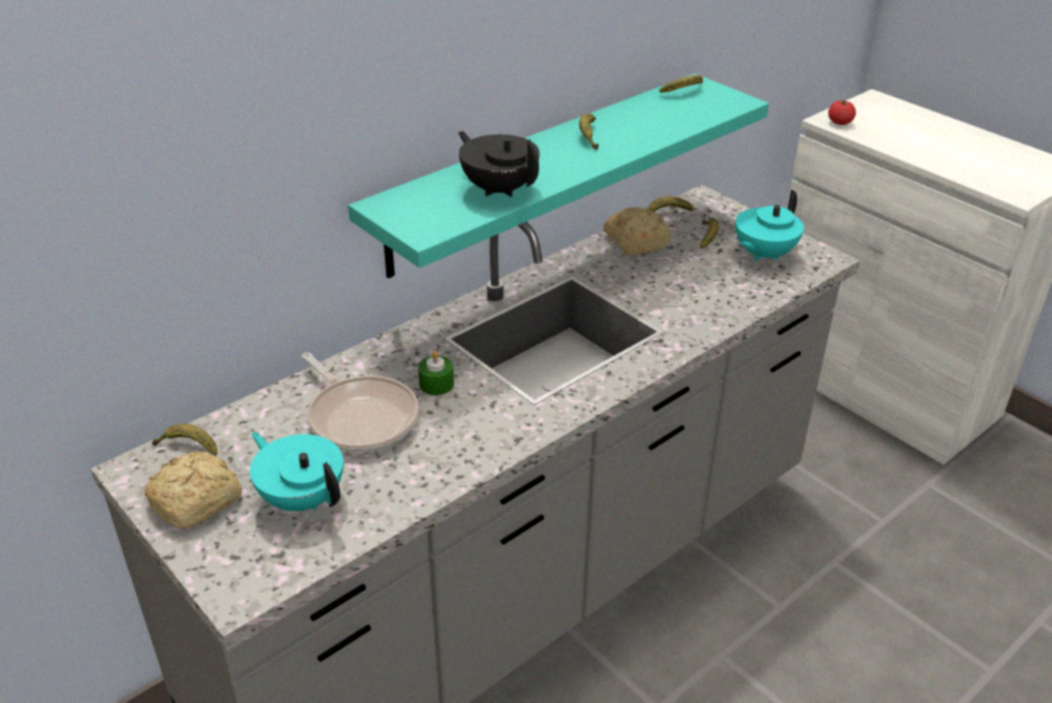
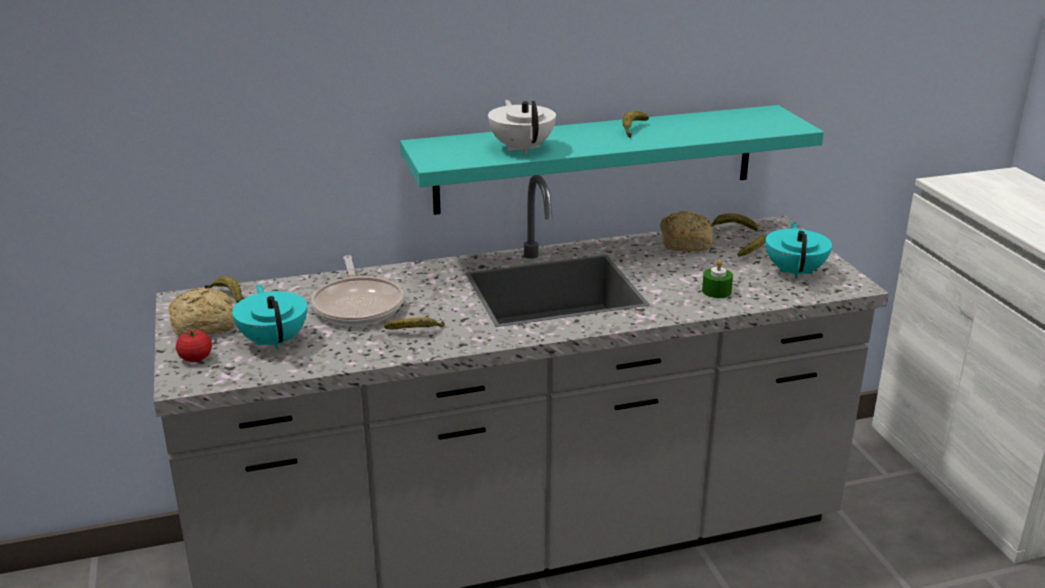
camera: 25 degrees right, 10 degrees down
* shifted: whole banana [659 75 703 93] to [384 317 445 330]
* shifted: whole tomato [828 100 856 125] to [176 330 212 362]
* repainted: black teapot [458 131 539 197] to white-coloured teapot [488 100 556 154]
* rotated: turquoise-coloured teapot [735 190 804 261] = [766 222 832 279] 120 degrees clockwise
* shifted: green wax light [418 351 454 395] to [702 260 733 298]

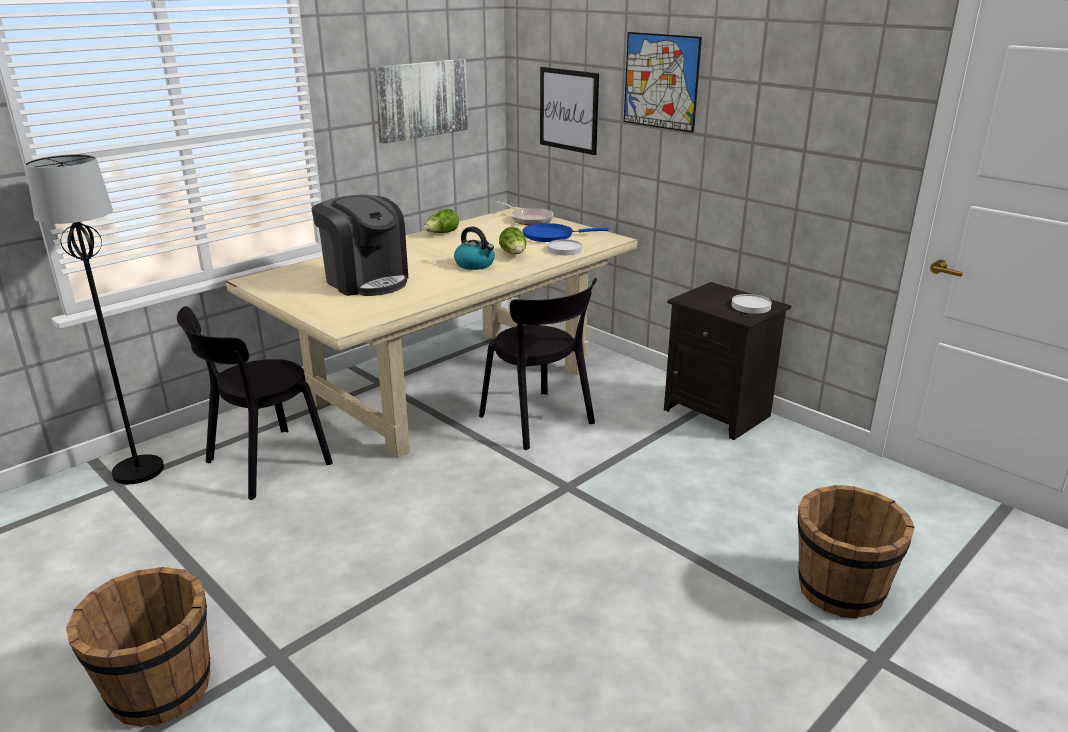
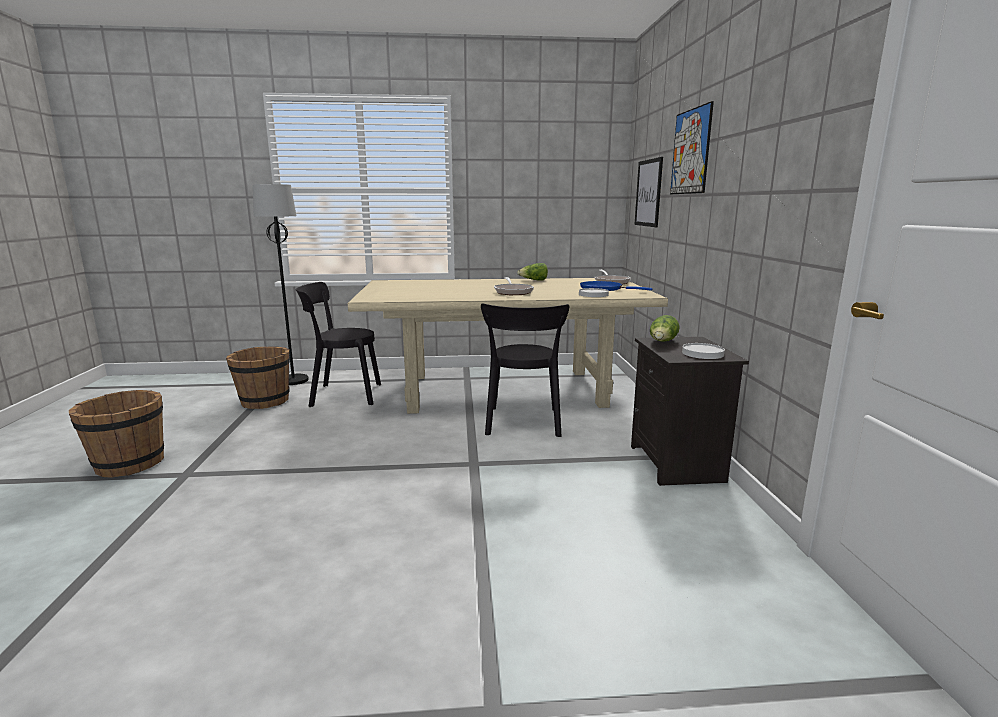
camera: 40 degrees right, 10 degrees down
* gone: wall art [374 59 468 144]
* gone: coffee machine [312 194 408 296]
* swapped: water kettle [454 226 495 270] to skillet [494 277 534 295]
* shifted: lettuce head [499 227 527 254] to [650 315 680 342]
* shifted: brownish bucket [798 485 915 618] to [226 347 290 409]

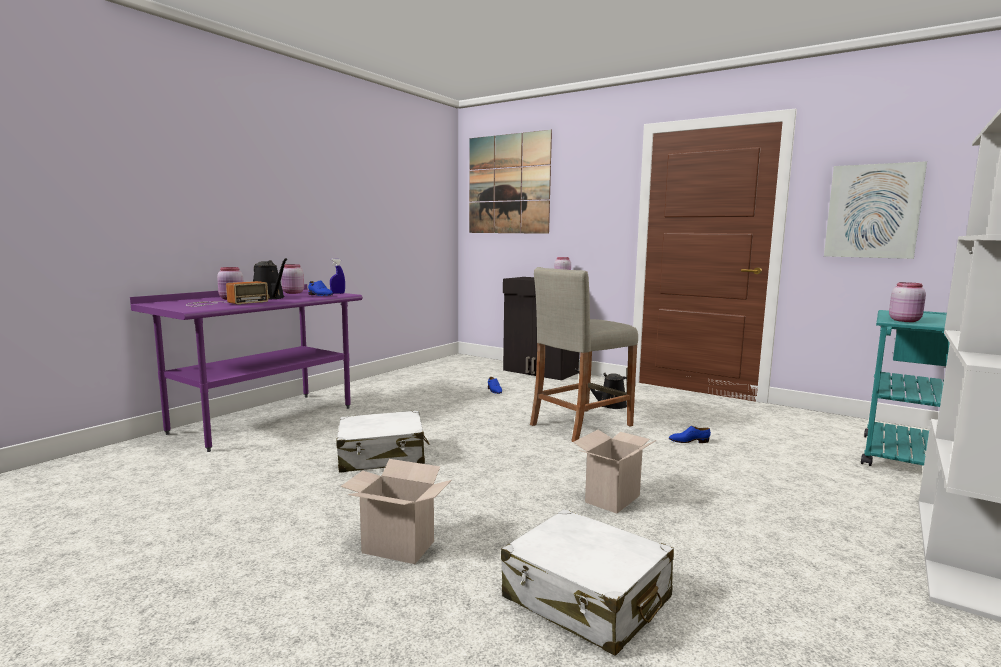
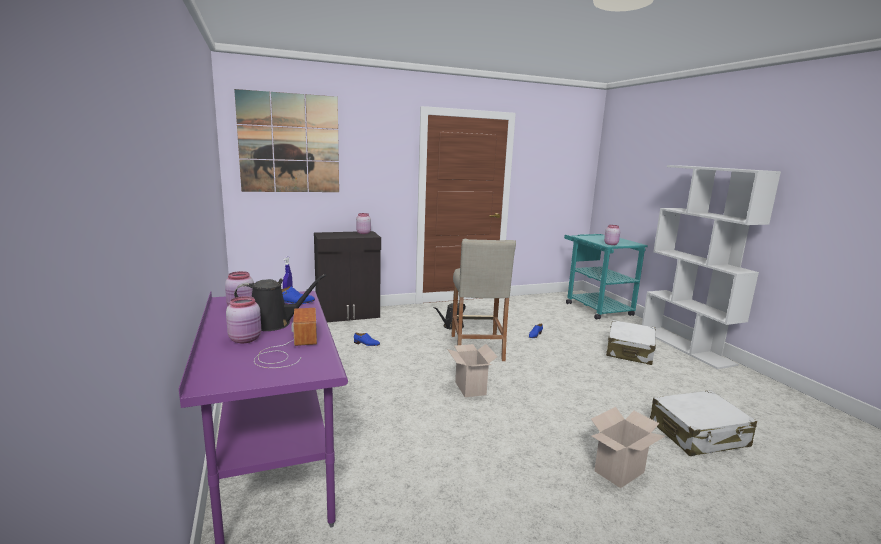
camera: 55 degrees left, 5 degrees up
* gone: wall art [824 161 927 259]
* shifted: white-coloured suitcase [336 410 429 473] to [606 320 656 365]
* shifted: carton [573 430 657 514] to [447 344 498 397]

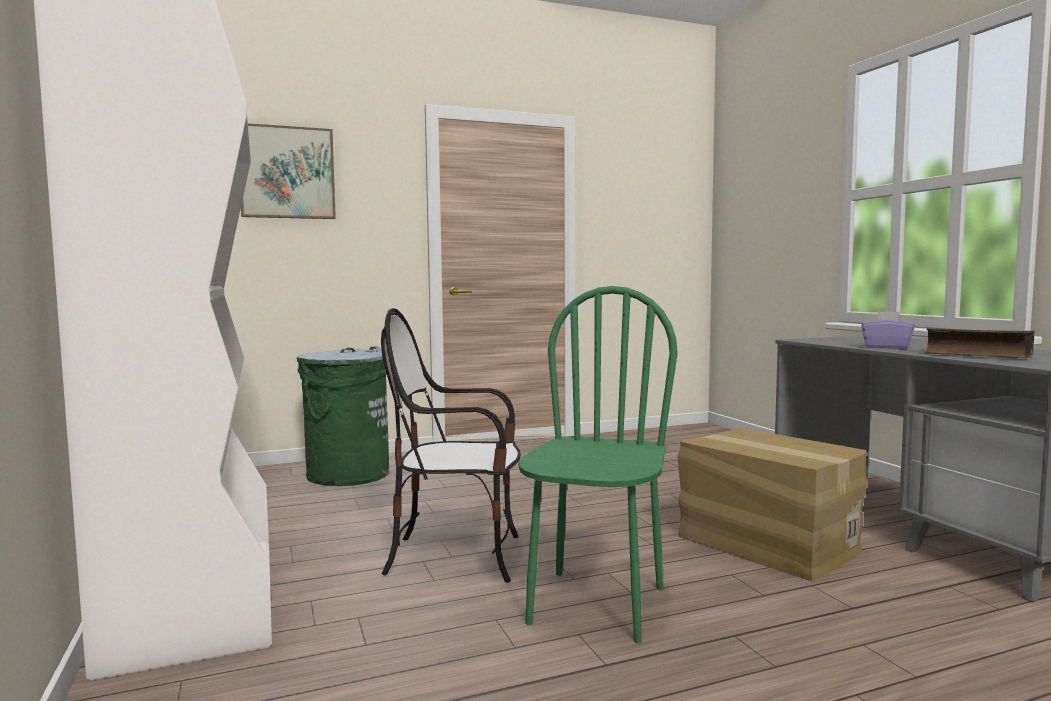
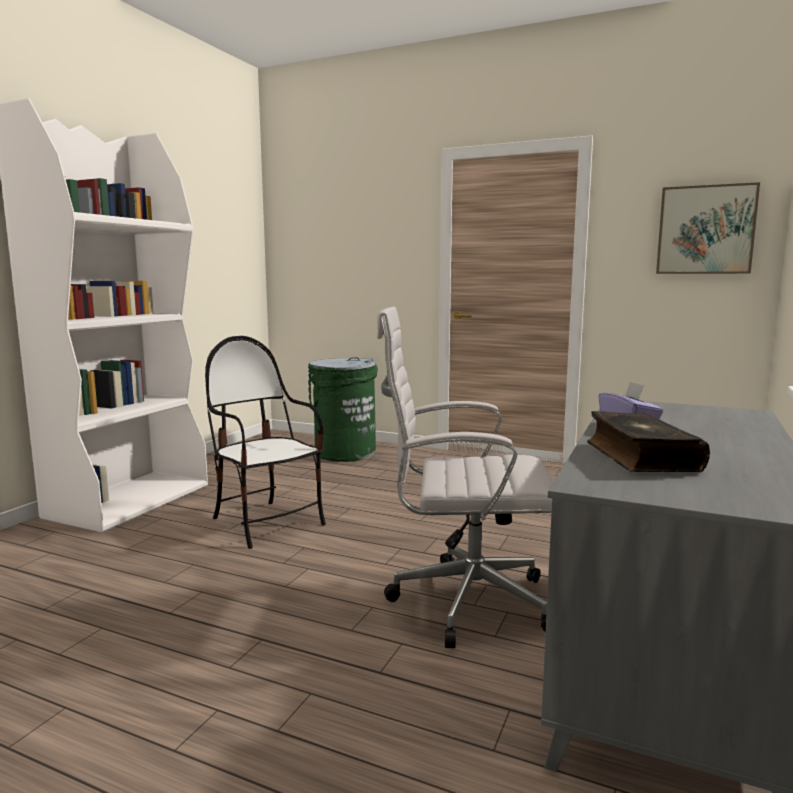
camera: 45 degrees right, 5 degrees up
* shifted: wall art [241 123 336 219] to [656 182 760 274]
* gone: green chair [518 286 678 643]
* swapped: carton [678 427 867 581] to white-coloured computer chair [377 307 553 648]

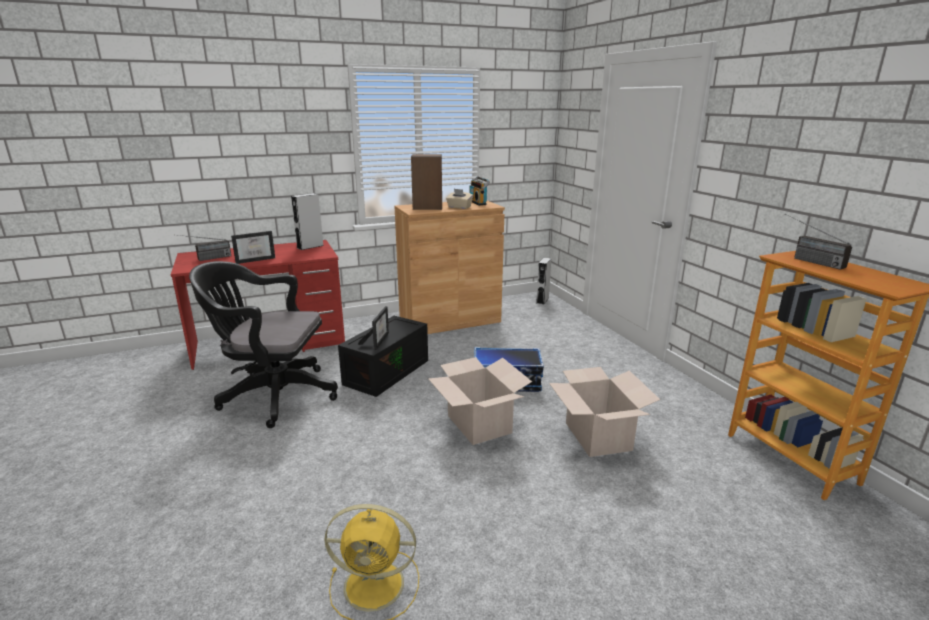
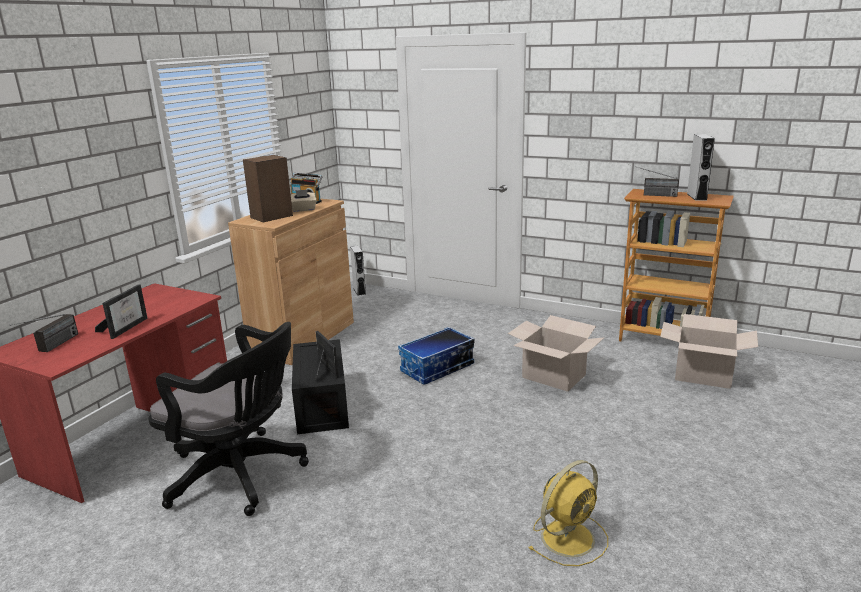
camera: 40 degrees left, 0 degrees up
* shifted: greyish loudspeaker [291 193 324 250] to [687 134 715 201]
* rotated: black computer chair [189 261 338 428] = [148 322 309 516] 120 degrees counterclockwise
* shifted: carton [428 357 532 445] to [660 314 758 389]

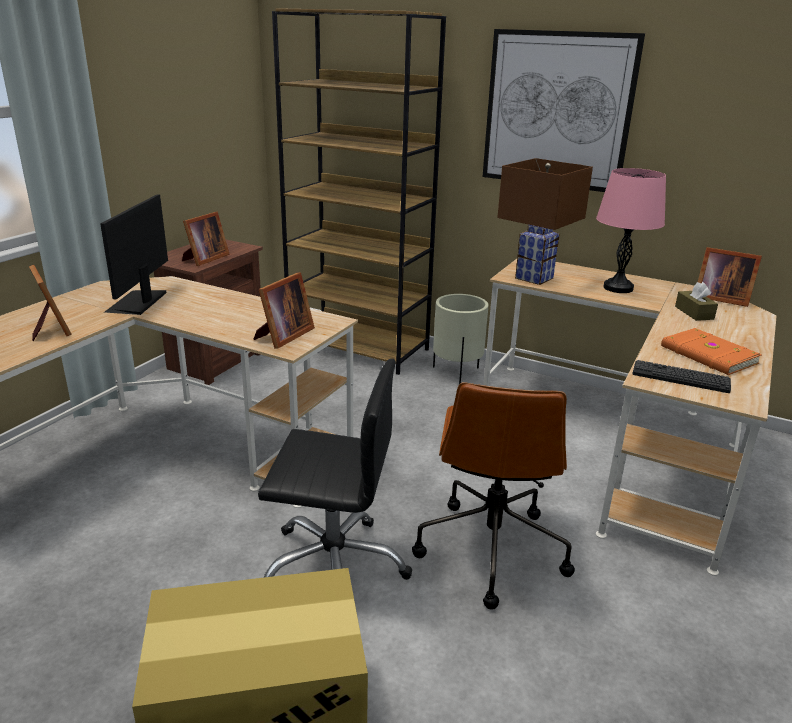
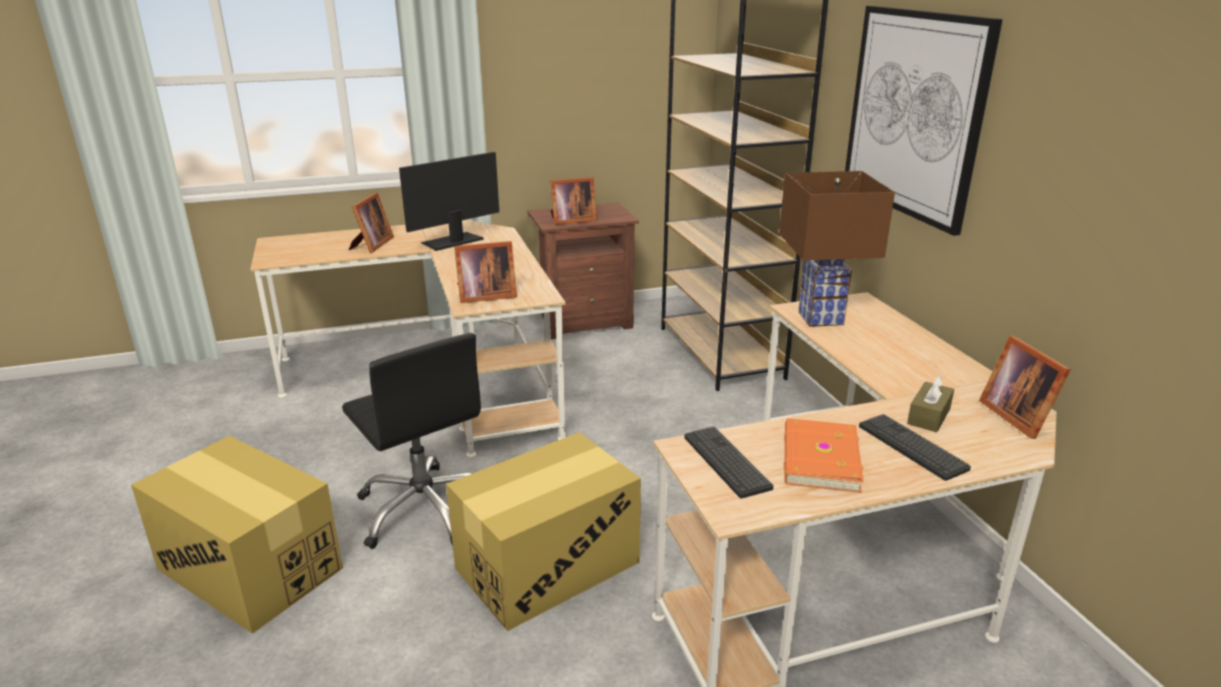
camera: 45 degrees right, 0 degrees up
* gone: pink table lamp [596 168 666 293]
* gone: beige planter [433 294 489 384]
* swapped: brownish computer chair [412 382 575 610] to carton [446 432 641 631]
* new: PC keyboard [859 414 971 481]

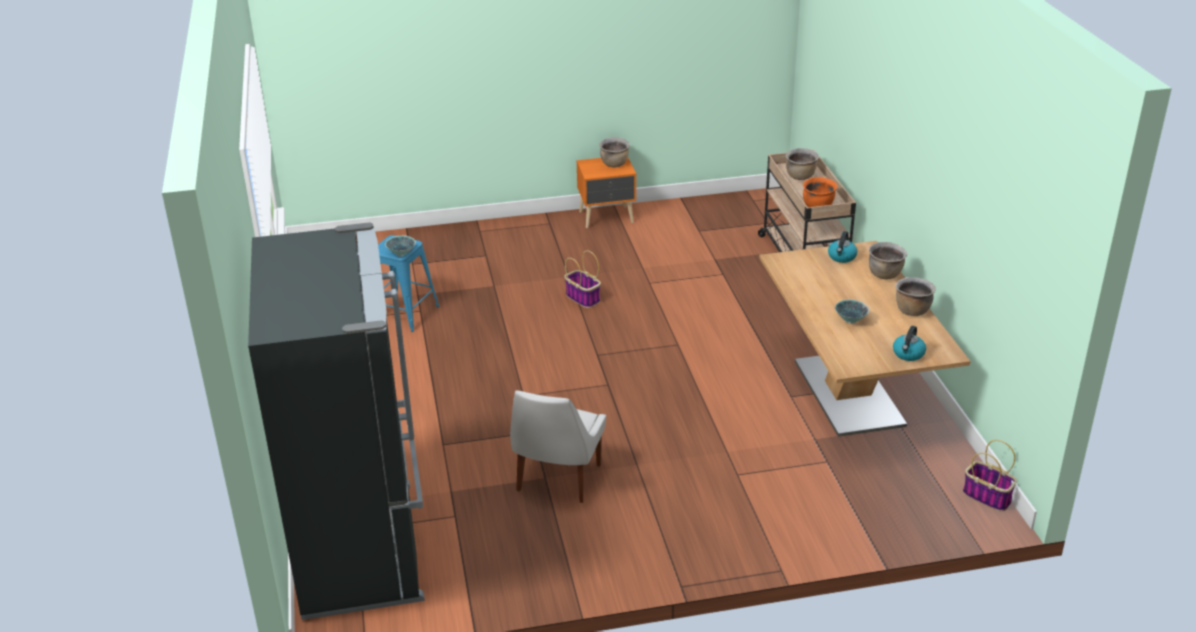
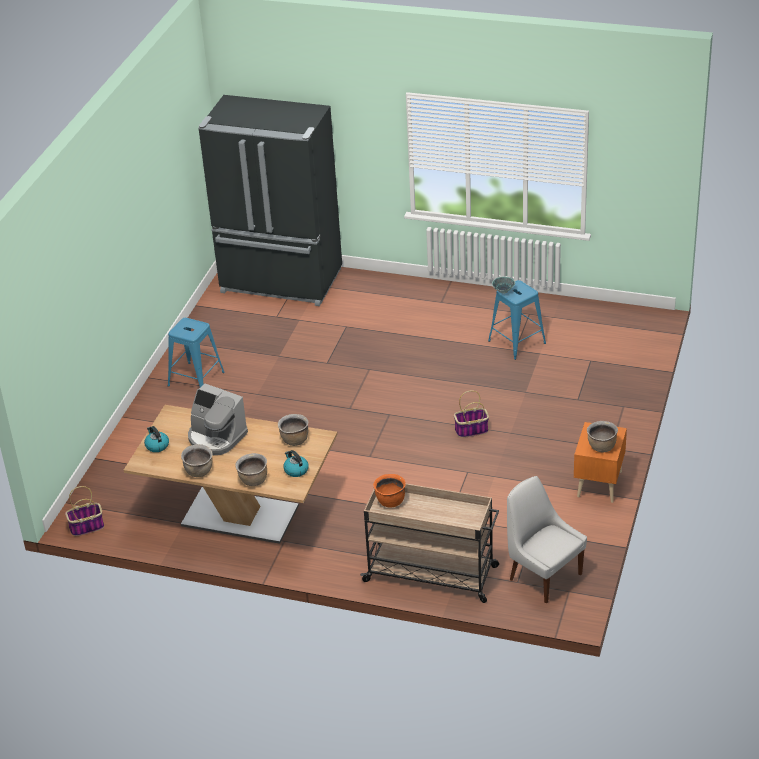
camera: 120 degrees right, 5 degrees up
* shifted: brownish cooking pot [786 148 819 180] to [278 414 308 446]
* swapped: bowl [835 300 869 324] to coffee machine [188 384 248 455]
* shifted: white-coloured chair [510 390 606 503] to [507 476 587 604]
* new: bluish stool [168 318 225 387]

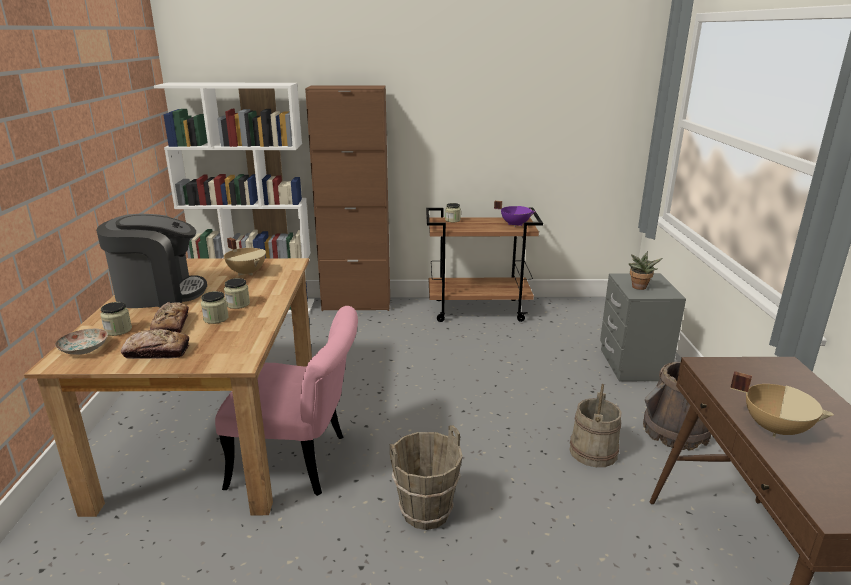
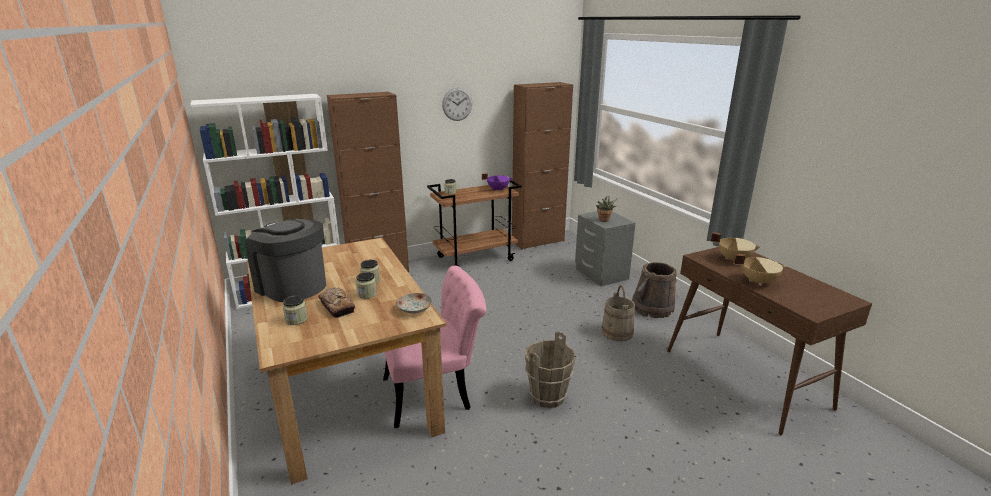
camera: 25 degrees left, 0 degrees up
* rotated: coffee machine [96 214 207 308] = [245 219 326 302] 105 degrees counterclockwise
* shifted: beige cooking pot [224 237 266 276] to [711 232 761 261]
* shifted: plate [55 329 108 355] to [396 293 432 314]
* gone: bakery bread [121 329 189 359]
* new: brownish cupboard [512 82 573 250]
* new: wall clock [442 88 472 121]

